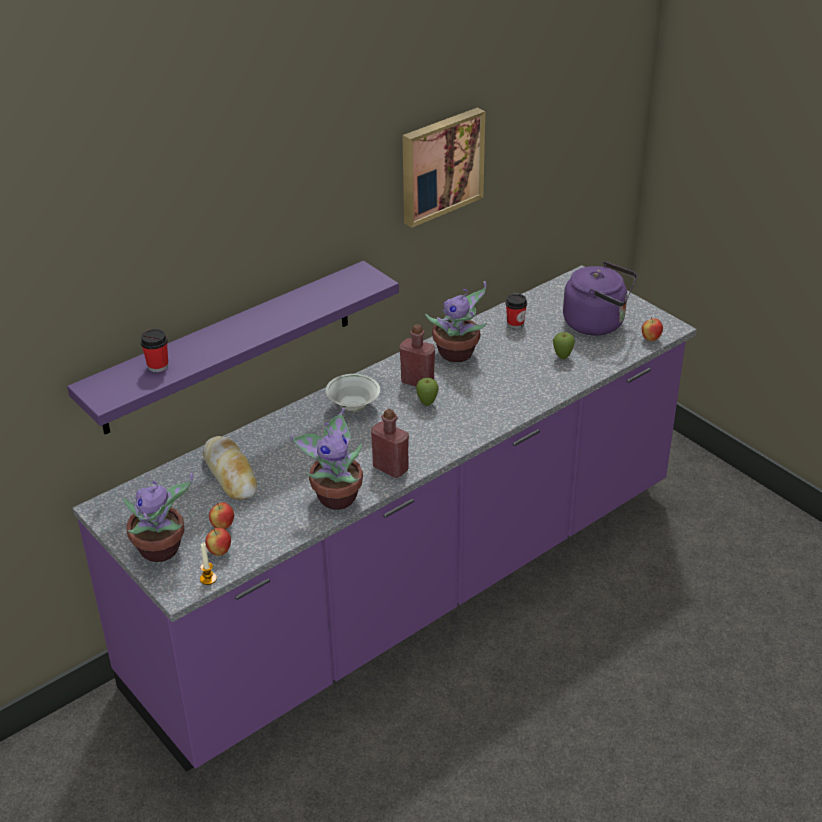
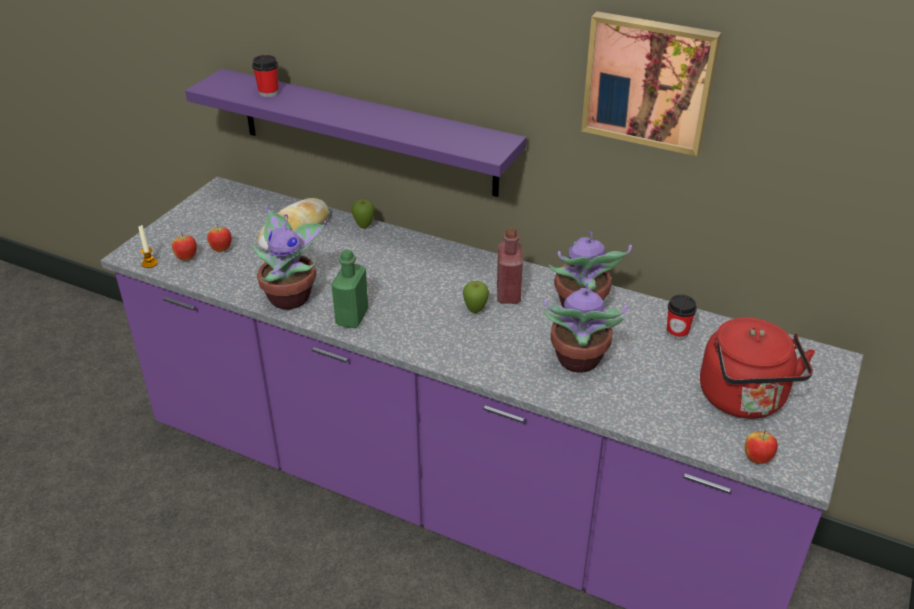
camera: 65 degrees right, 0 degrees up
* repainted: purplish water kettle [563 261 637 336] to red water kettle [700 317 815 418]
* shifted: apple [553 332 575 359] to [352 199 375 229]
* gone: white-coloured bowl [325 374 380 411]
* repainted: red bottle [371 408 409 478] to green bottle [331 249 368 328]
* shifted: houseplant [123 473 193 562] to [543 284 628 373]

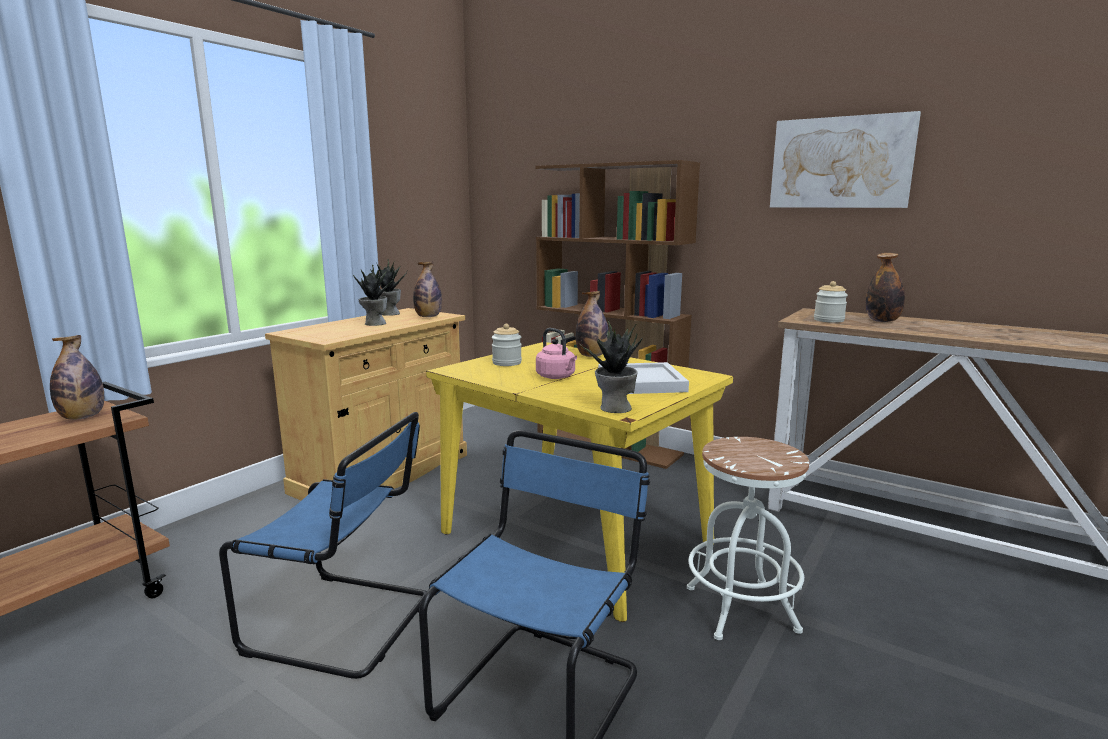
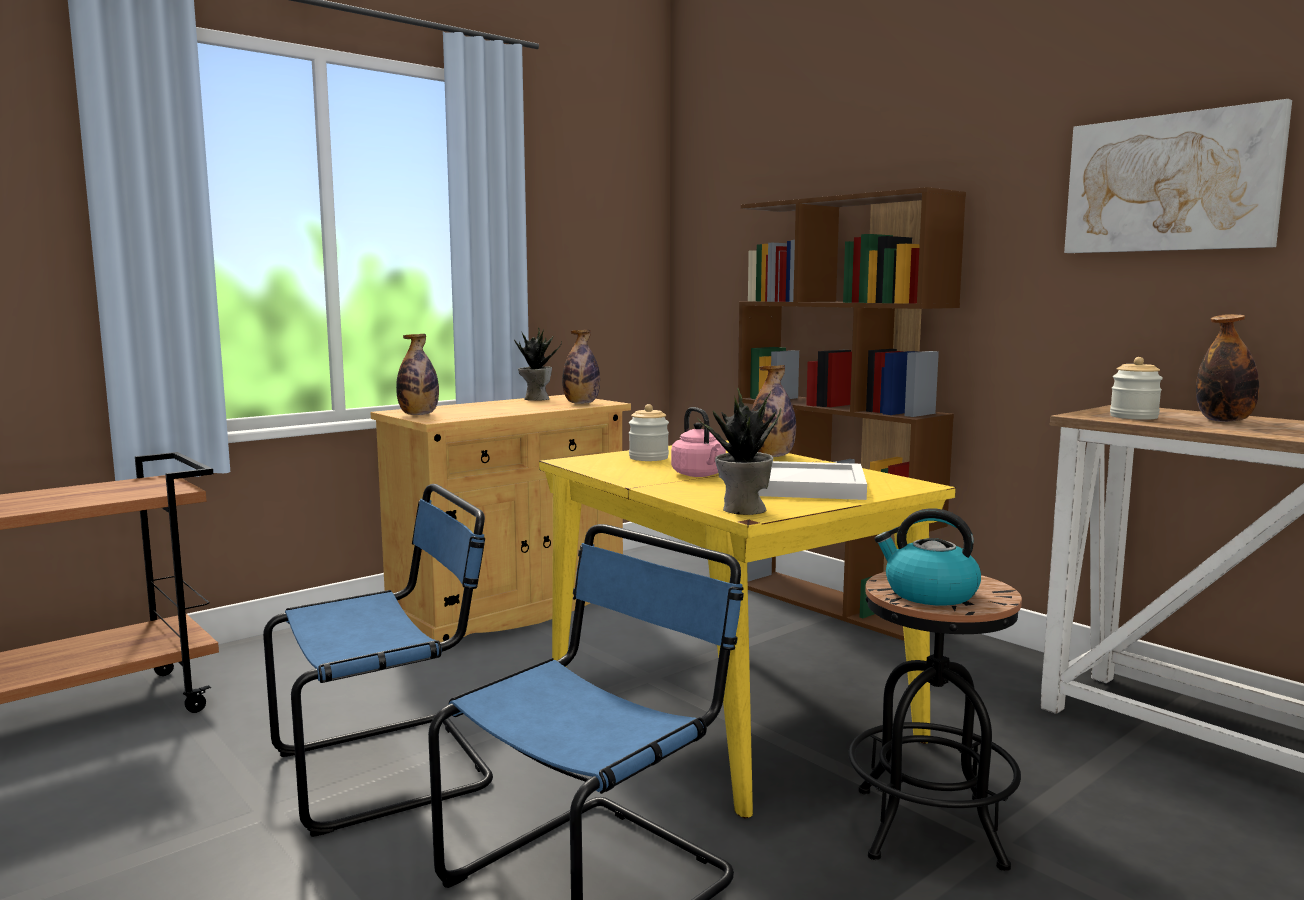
camera: 15 degrees right, 5 degrees down
* gone: houseplant [353 264 394 326]
* shifted: bottle [50 335 104 420] to [396 334 439 415]
* rotated: bluish chair [219 412 427 679] = [263 484 493 837] 60 degrees counterclockwise
* repainted: white-coloured stool [687 437 809 640] to black stool [849 572 1022 871]
* new: water kettle [874 508 981 606]

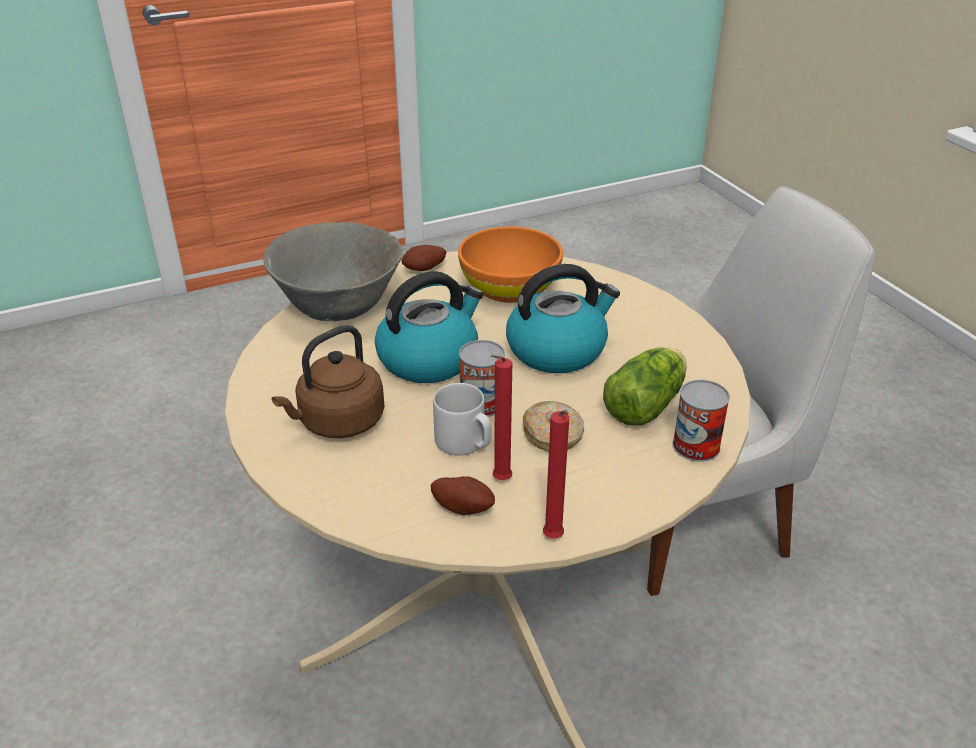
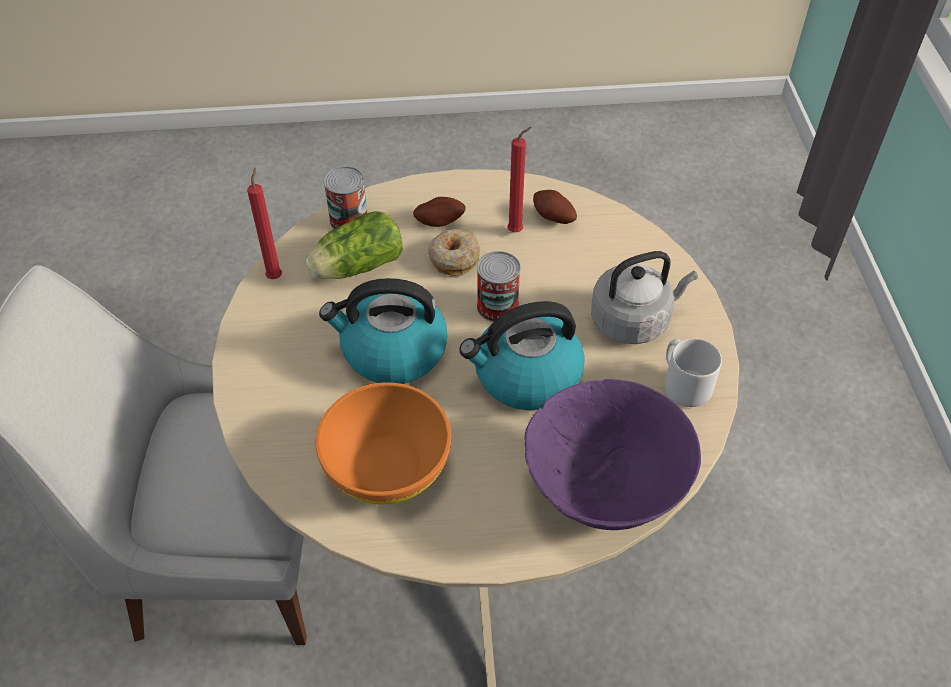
camera: 160 degrees left, 15 degrees up
* repainted: greyish bowl [263 222 403 321] to purplish bowl [524 379 701 530]
* shifted: spud [401 245 446 271] to [413 197 466 227]
* repainted: brownish water kettle [272 325 384 438] to greyish water kettle [591 251 698 344]
* shifted: greyish coffee mug [433 383 492 456] to [665 338 722 407]
* shifted: red wax light [543 410 569 538] to [247 167 282 279]

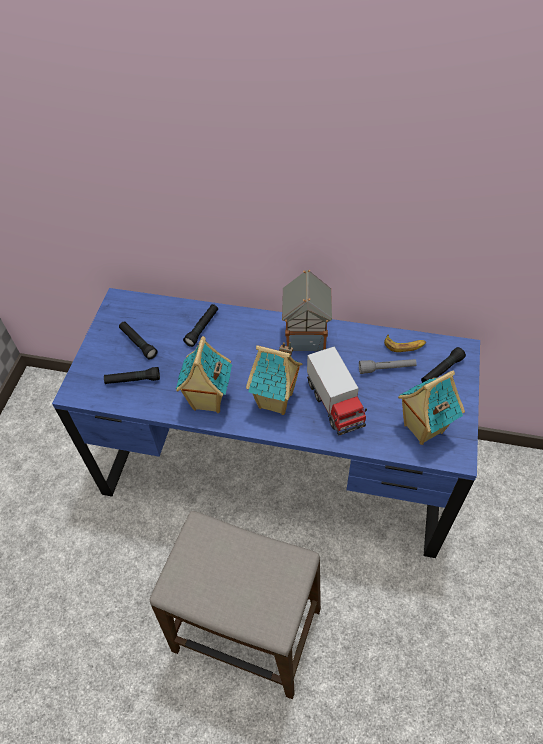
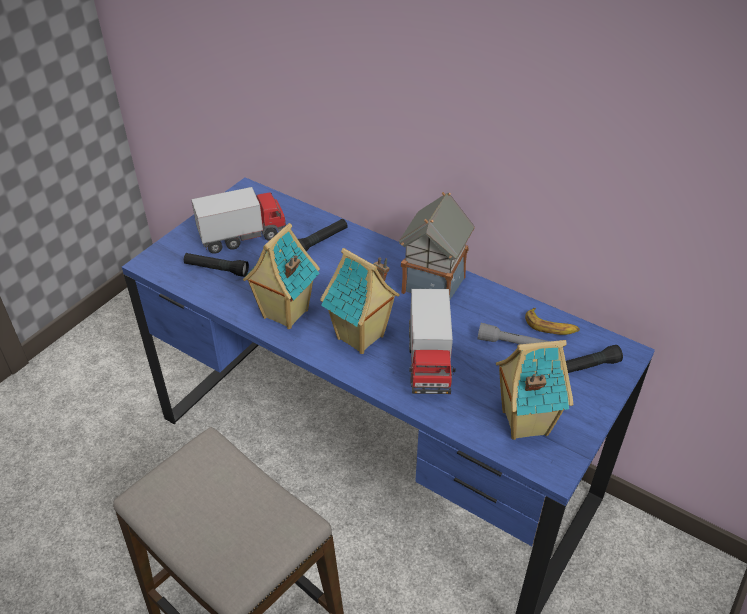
camera: 20 degrees right, 10 degrees down
* swapped: black flashlight [119 322 158 359] to toy lorry [191 187 286 254]

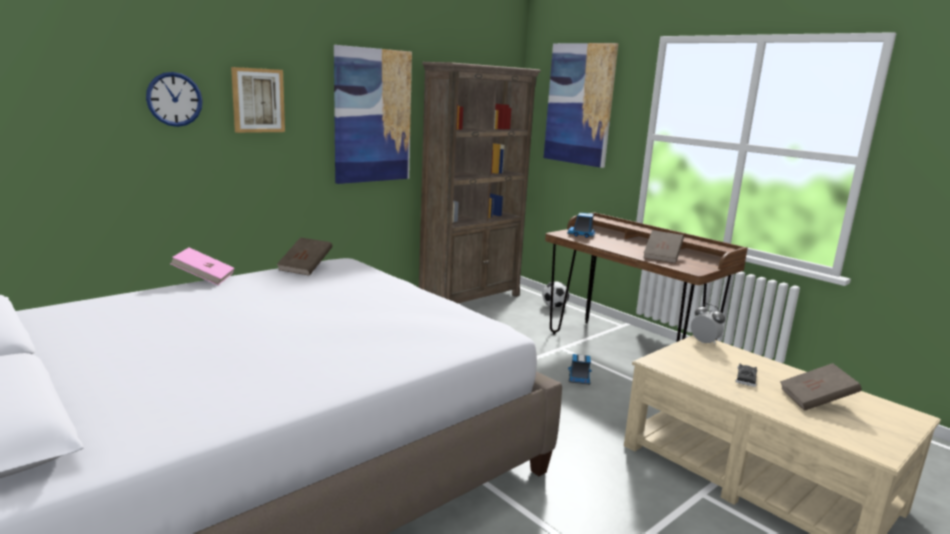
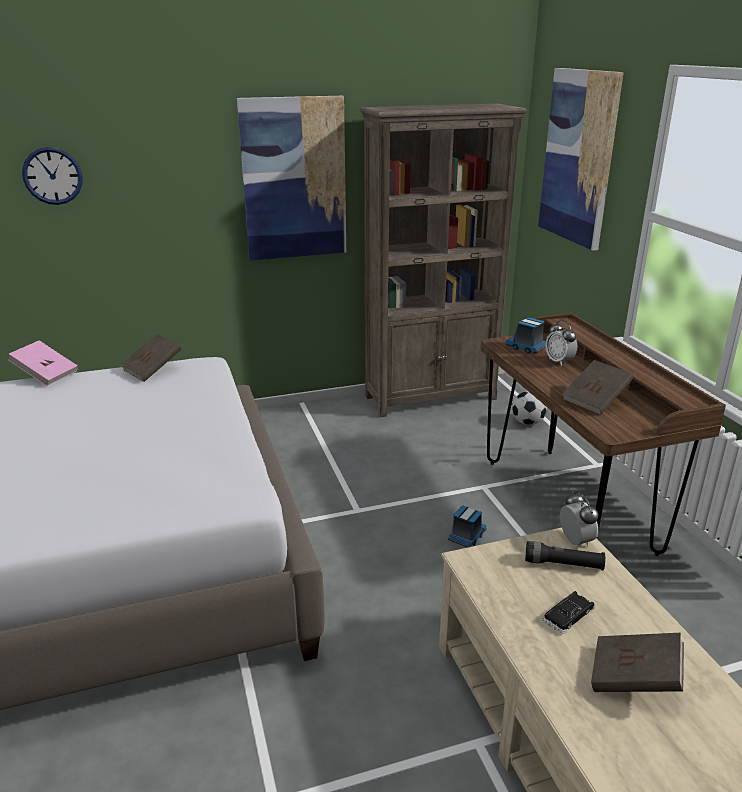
camera: 25 degrees right, 10 degrees up
* gone: wall art [231 67 285 133]
* new: alarm clock [545 320 578 366]
* new: black flashlight [525 541 605 570]

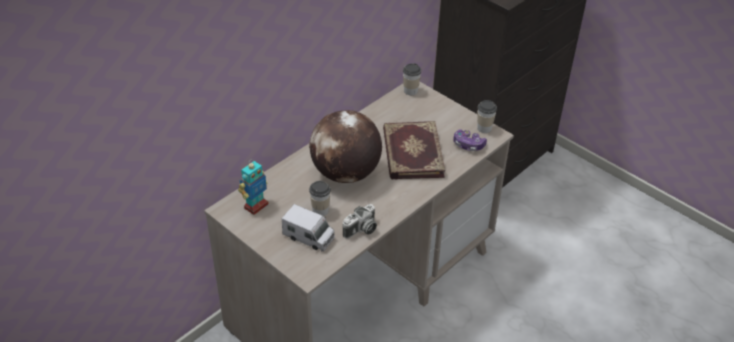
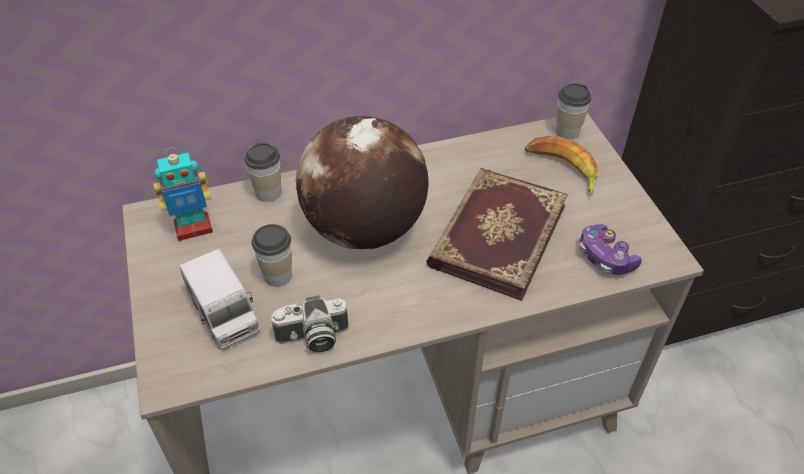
camera: 30 degrees right, 5 degrees up
* shifted: small cup [477 100 497 133] to [244 143 281 202]
* new: whole banana [525 136 599 196]

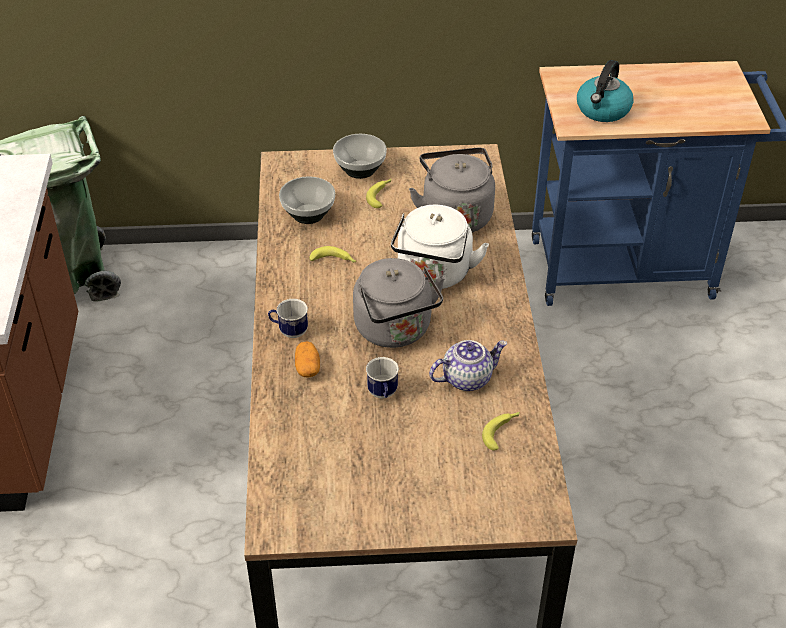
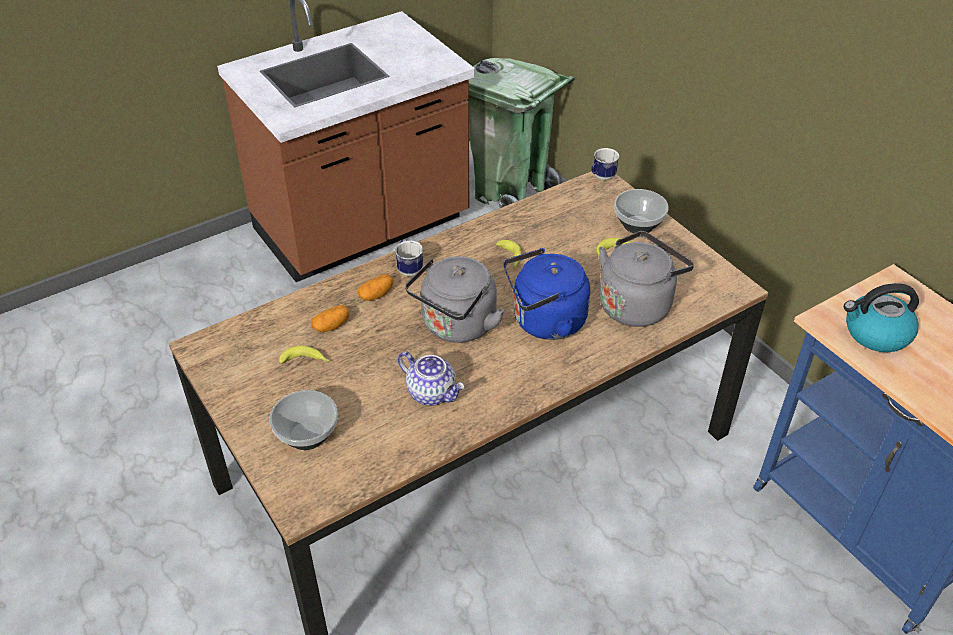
camera: 60 degrees right, 0 degrees up
* shifted: bowl [279 176 335 224] to [269 390 338 450]
* repainted: white-coloured water kettle [391 205 489 289] to bluish water kettle [503 248 590 340]
* shifted: coffee mug [366 357 399 398] to [591 148 619 181]
* shifted: whole banana [482 412 520 451] to [279 346 330 364]
* new: spud [311 305 350 332]

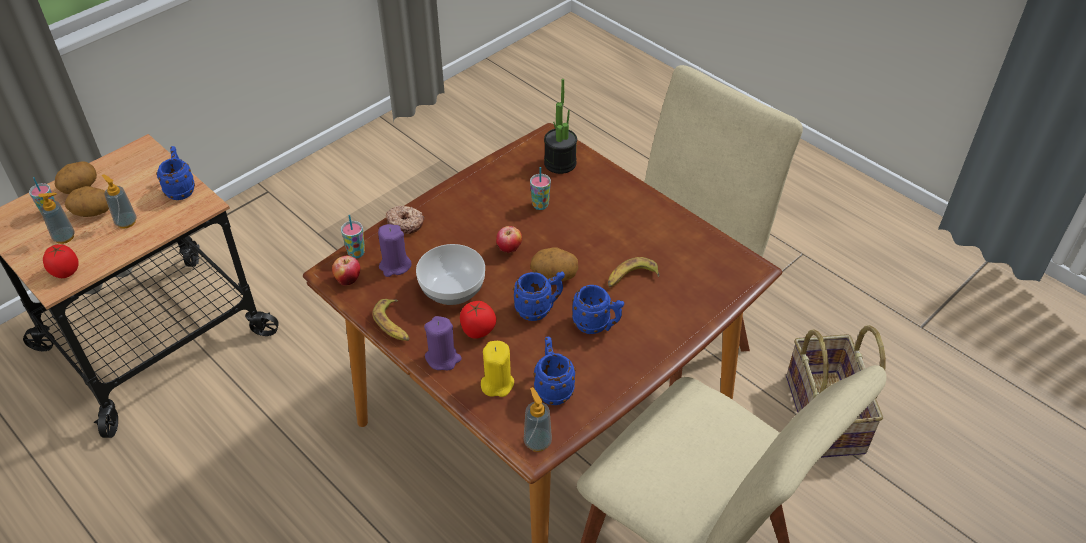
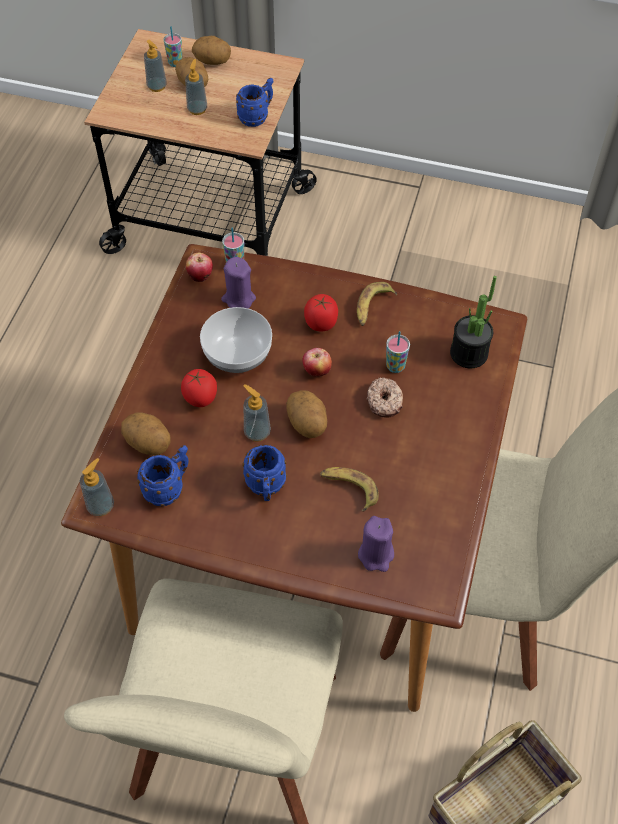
camera: 60 degrees right, 10 degrees up
* shifted: donut [386 206 424 234] to [367 377 403 417]
* shifted: whole tomato [43 244 79 278] to [304 294 338 331]
* swapped: bluish coffee mug [513 271 565 321] to liquid soap bottle [243 384 271 442]
* shifted: whole banana [372 299 410 341] to [357 282 397 326]
* shifted: purplish wax light [424 316 462 370] to [358 516 394 572]
* swapped: yellowish wax light [481 341 514 397] to spud [121 413 171 456]

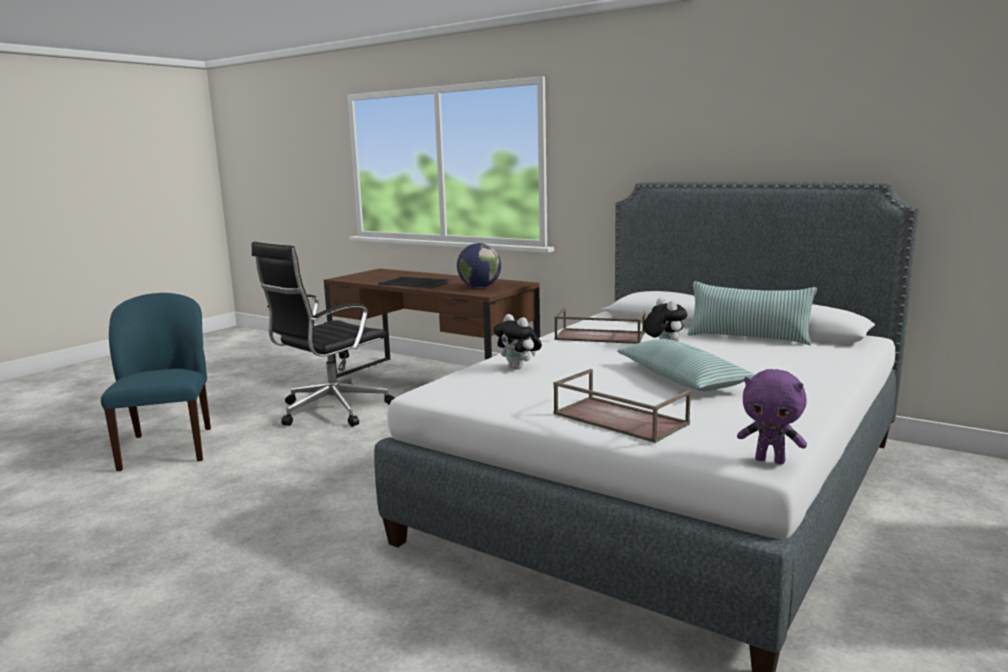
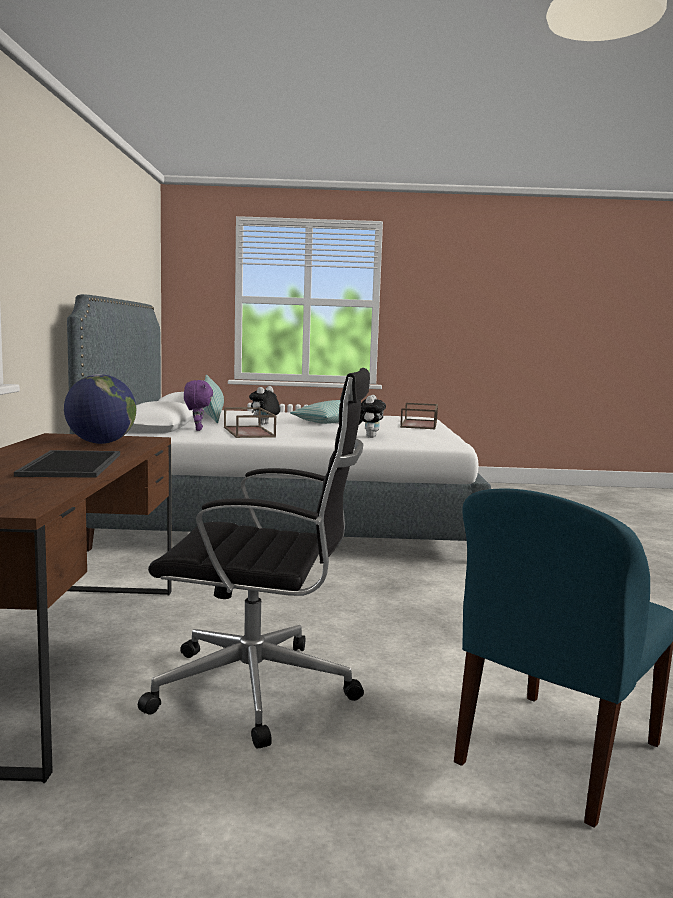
camera: 125 degrees left, 5 degrees down
* shifted: purplish plush toy [737 369 807 464] to [184 380 213 431]

